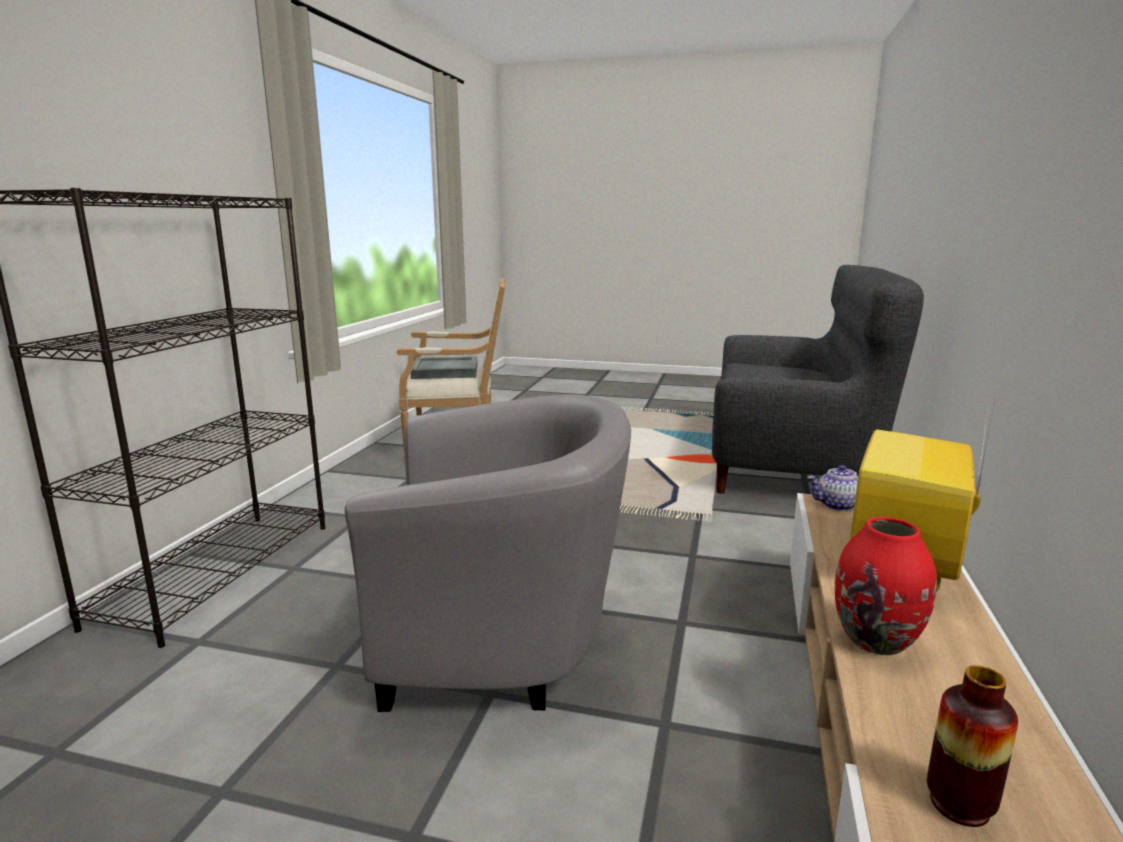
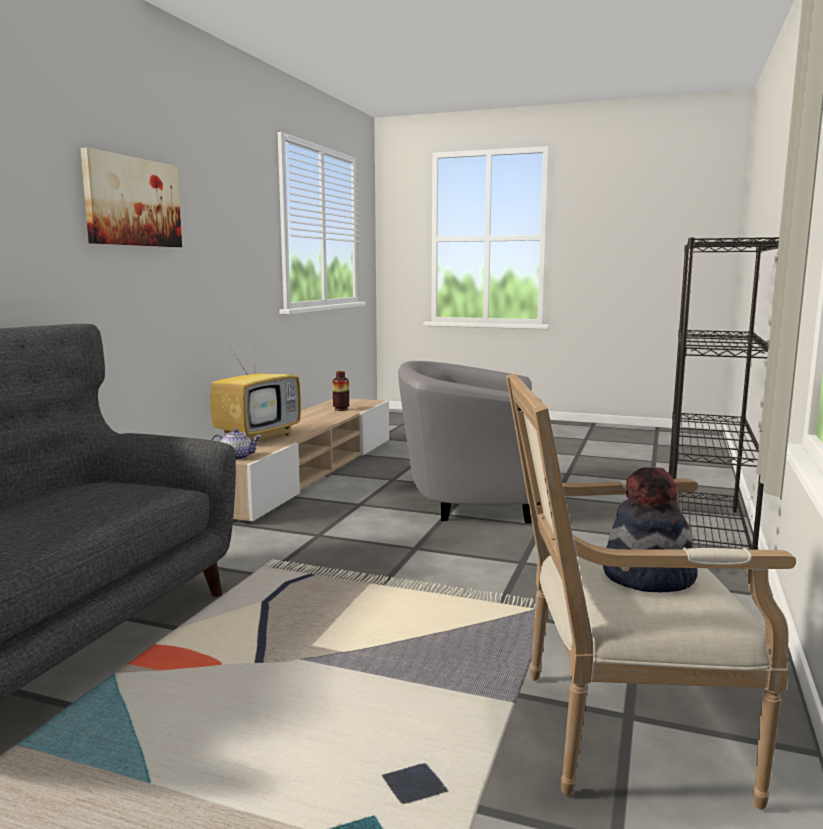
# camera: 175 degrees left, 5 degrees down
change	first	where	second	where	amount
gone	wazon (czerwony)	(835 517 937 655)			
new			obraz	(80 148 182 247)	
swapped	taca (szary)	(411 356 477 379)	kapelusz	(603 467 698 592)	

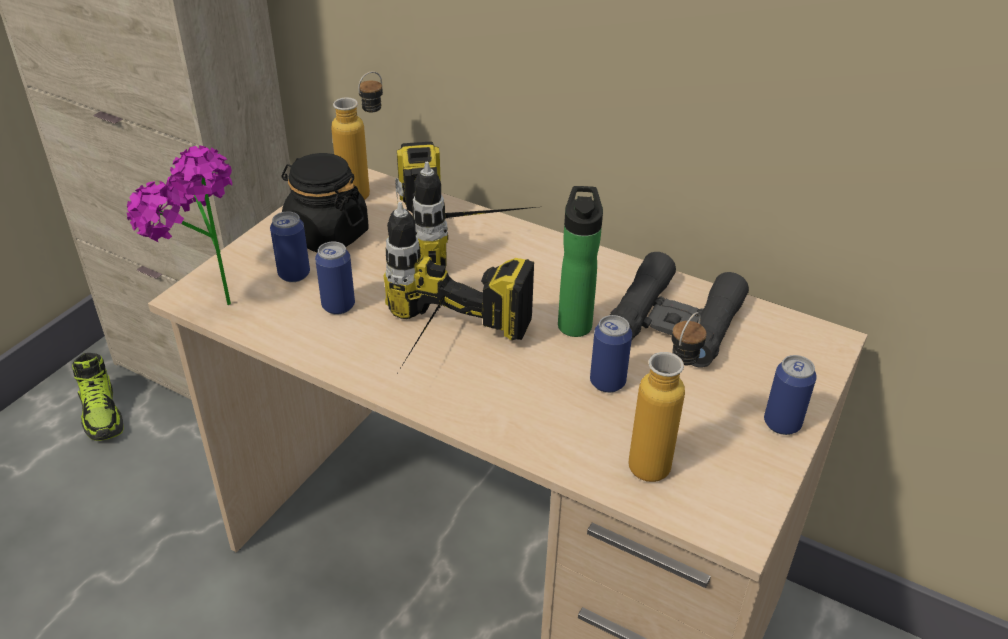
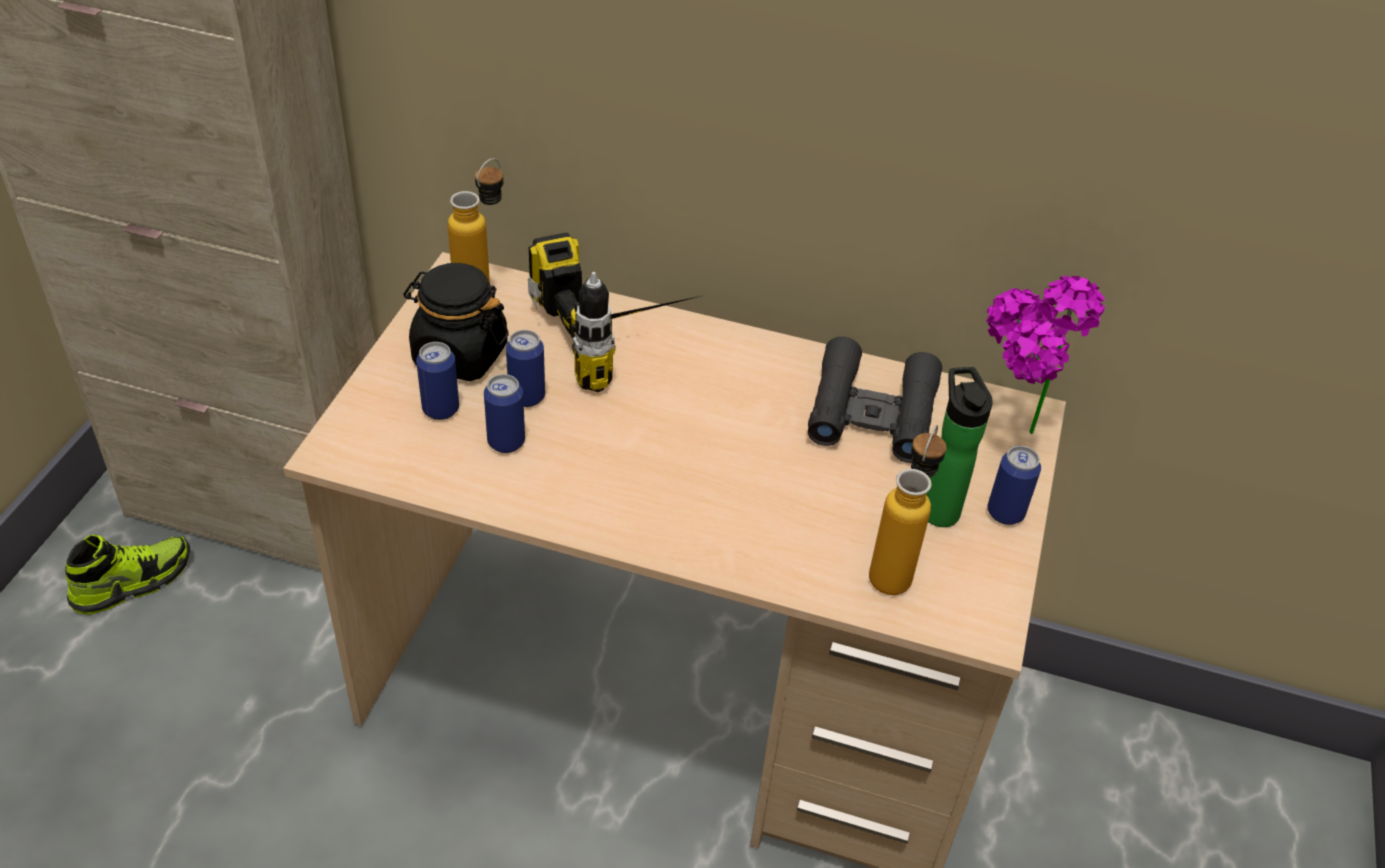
# camera: 15 degrees left, 5 degrees up
change	first	where	second	where	amount
gone	wiertarka	(383 202 534 367)			
shifted	roślina doniczkowa	(127 146 232 305)		(986 275 1105 434)	
shifted	butelka	(558 186 603 337)		(926 367 993 527)	
shifted	puszka	(590 315 632 393)		(506 330 545 407)	
rotated	but	(72 353 124 441)		(65 534 190 615)	90 degrees counterclockwise

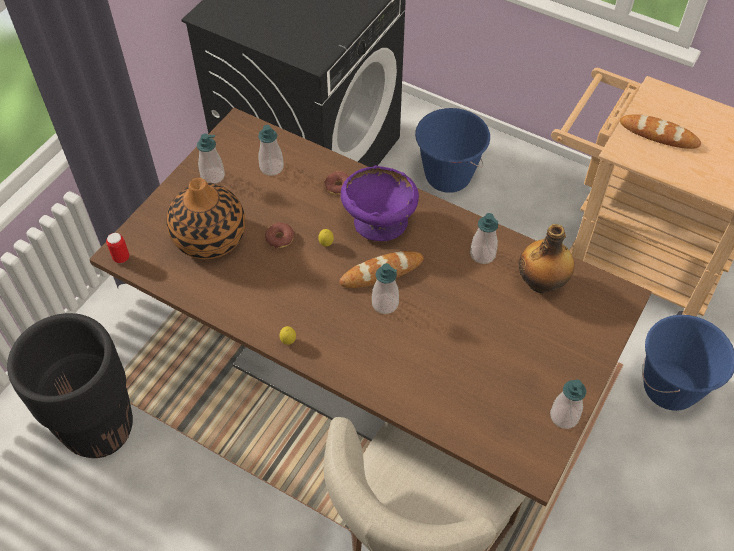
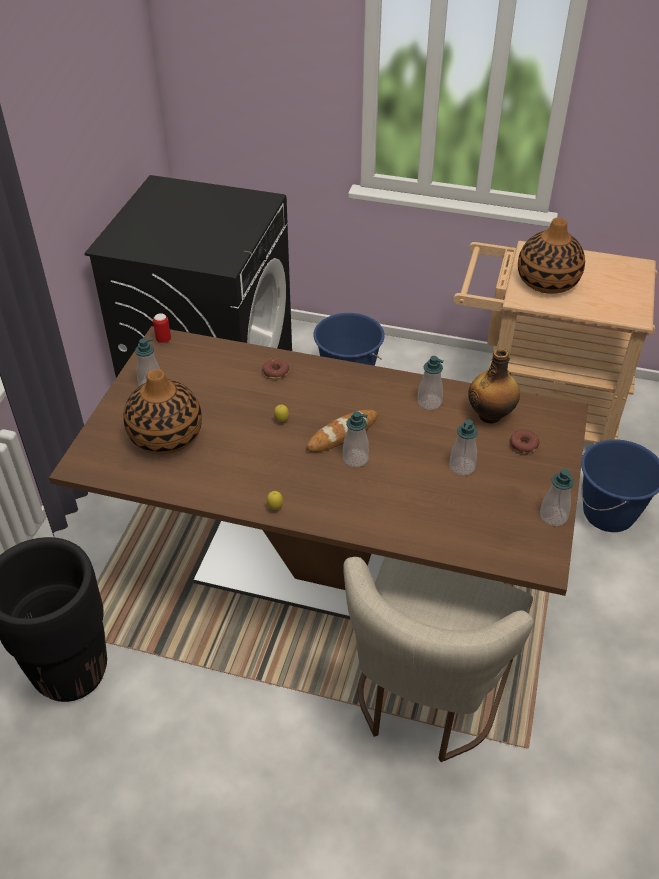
# camera: 15 degrees left, 10 degrees down
change	first	where	second	where	amount
gone	miska (fioletowy)	(341 165 419 241)			
shifted	puszka	(106 233 129 263)		(153 313 171 343)	
shifted	dozownik mydła	(258 125 284 176)		(449 419 478 475)	
shifted	donut	(265 223 294 249)		(510 429 539 455)	
swapped	chleb	(620 114 701 149)	wazon	(518 217 585 294)	

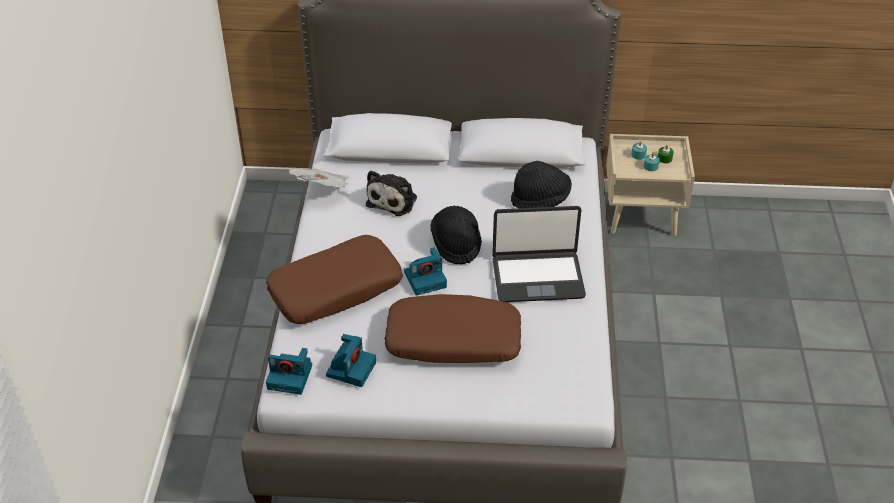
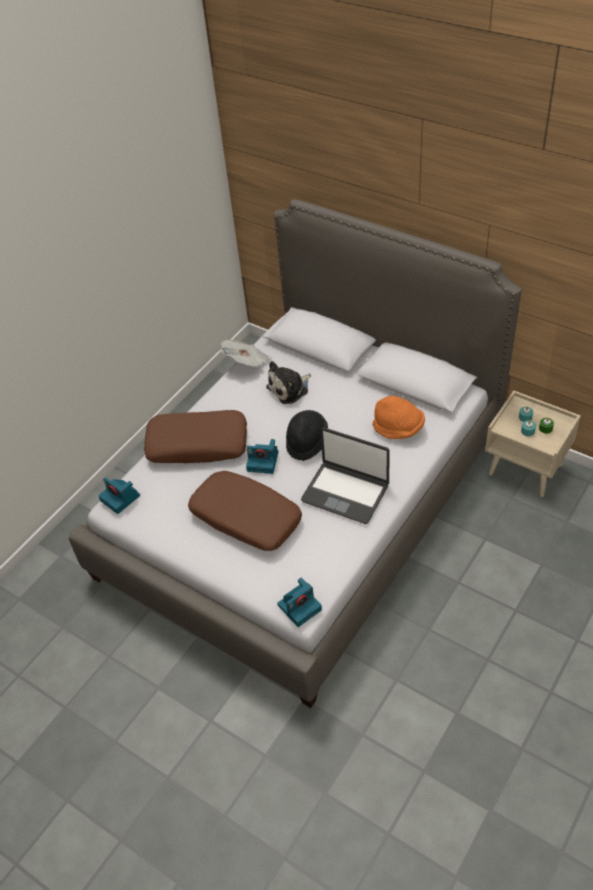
# camera: 35 degrees right, 5 degrees up
change	first	where	second	where	amount
shifted	aparat fotograficzny	(326 334 376 387)		(277 578 322 627)	
repainted	kapelusz (czarny)	(511 161 572 208)	kapelusz (pomarańczowy)	(373 396 425 439)	

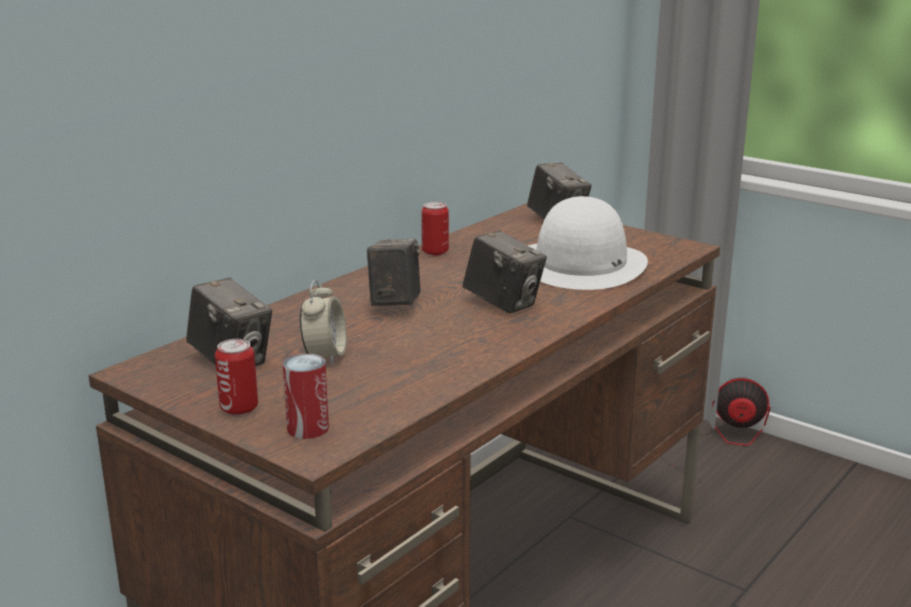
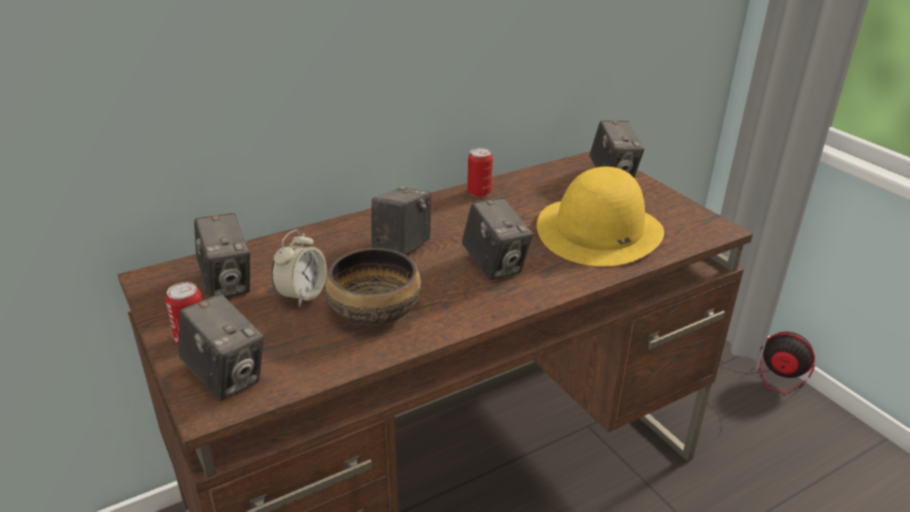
# camera: 20 degrees right, 10 degrees up
change	first	where	second	where	amount
new			miska	(325 248 421 325)	
swapped	puszka	(283 354 329 439)	aparat fotograficzny	(179 294 264 401)	
repainted	kapelusz (biały)	(528 196 648 290)	kapelusz (żółty)	(537 167 664 266)	

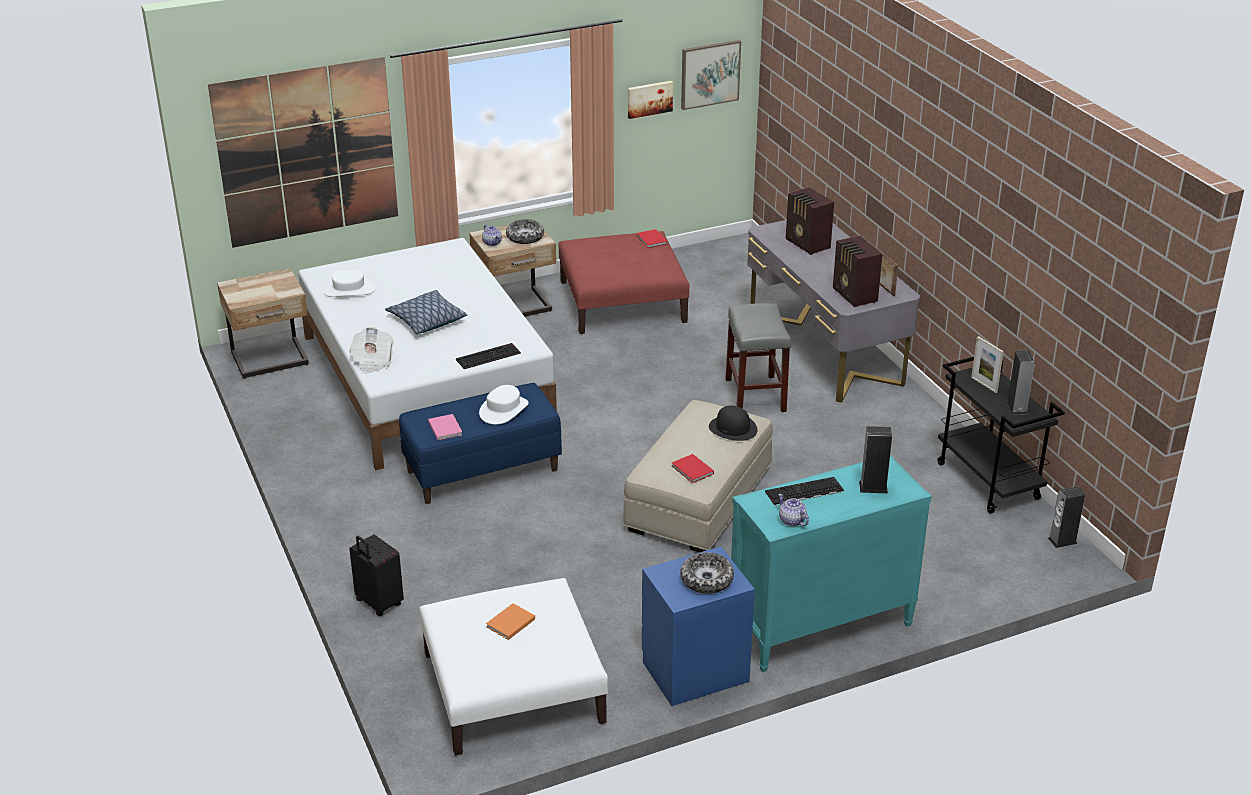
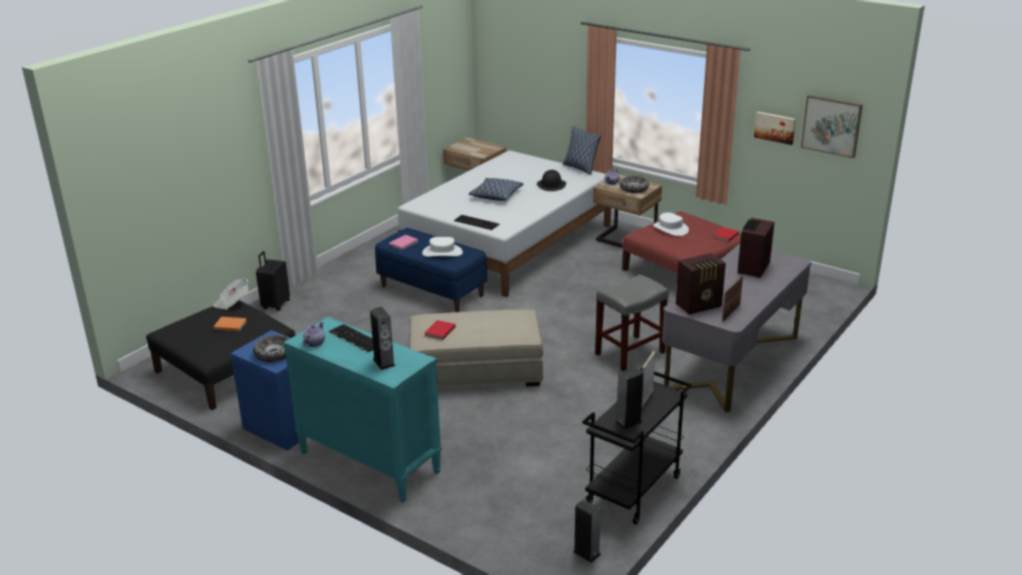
# camera: 60 degrees right, 5 degrees down
change	first	where	second	where	amount
gone	obraz	(208 57 398 248)			
new			poduszka	(563 126 601 175)	
shifted	kapelusz (biały)	(324 270 375 297)		(653 212 689 236)	
shifted	gazeta	(349 327 394 374)		(213 278 249 310)	
shifted	kapelusz (czarny)	(709 406 758 441)		(537 170 566 191)	
repainted	pufa (biały)	(420 578 608 756)	pufa (czarny)	(146 300 295 410)	
rotated	radio	(833 236 883 307)		(676 253 726 315)	150 degrees counterclockwise

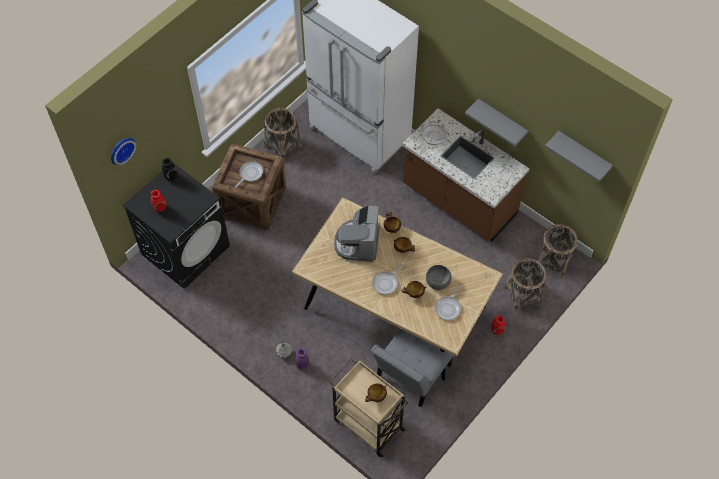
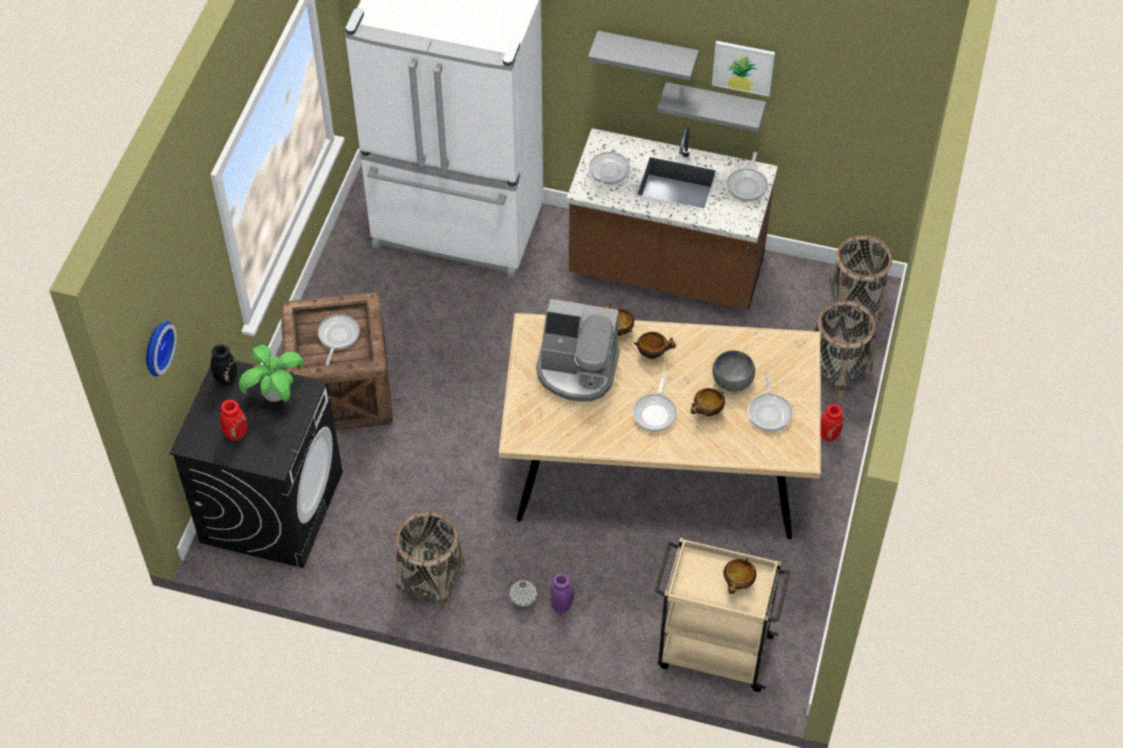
# camera: 25 degrees left, 5 degrees down
change	first	where	second	where	amount
gone	krzesło (szary)	(371 329 454 407)			
new			roślina doniczkowa	(239 344 304 402)	
new			obraz	(712 41 775 97)	
new			patelnia	(727 152 768 201)	
shifted	koszyk	(264 108 302 161)		(396 511 466 610)	
shifted	półka (szary)	(545 131 613 182)		(588 31 699 81)	
rotated	ekspres do kawy	(334 205 380 262)		(536 299 620 402)	60 degrees counterclockwise

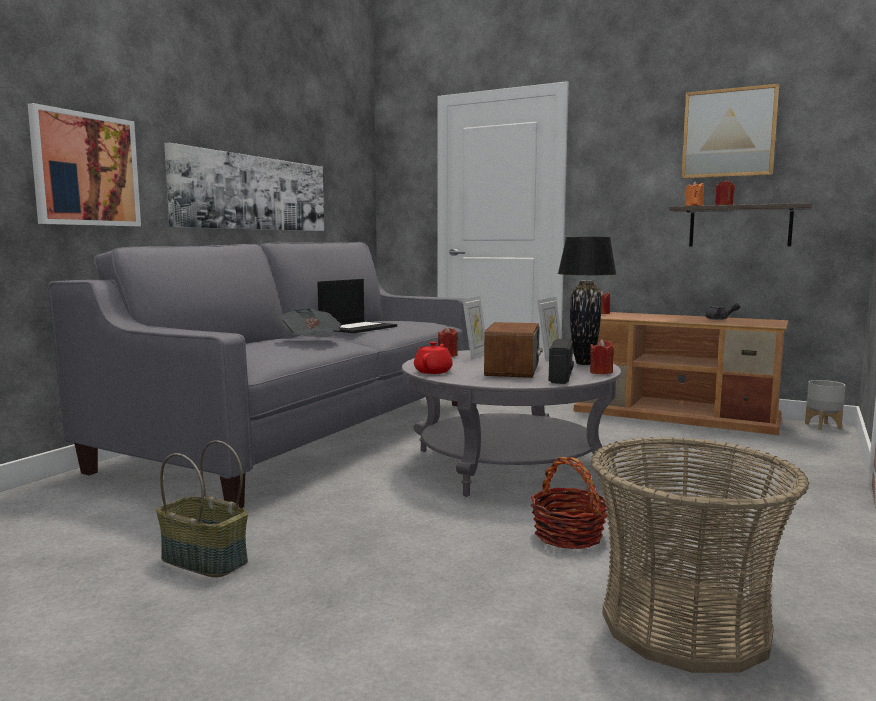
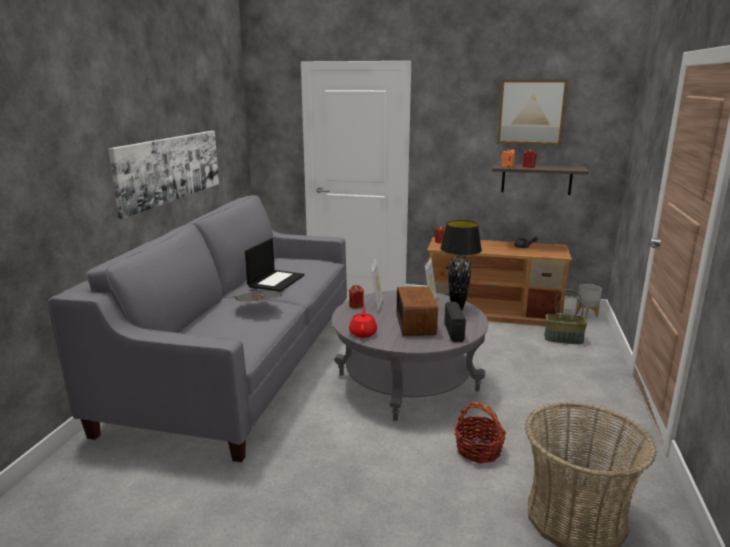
# camera: 15 degrees left, 10 degrees up
change	first	where	second	where	amount
gone	obraz	(28 103 141 226)			
gone	świeca (czerwony)	(590 339 614 374)			
shifted	koszyk	(156 440 248 577)		(544 289 587 344)	

